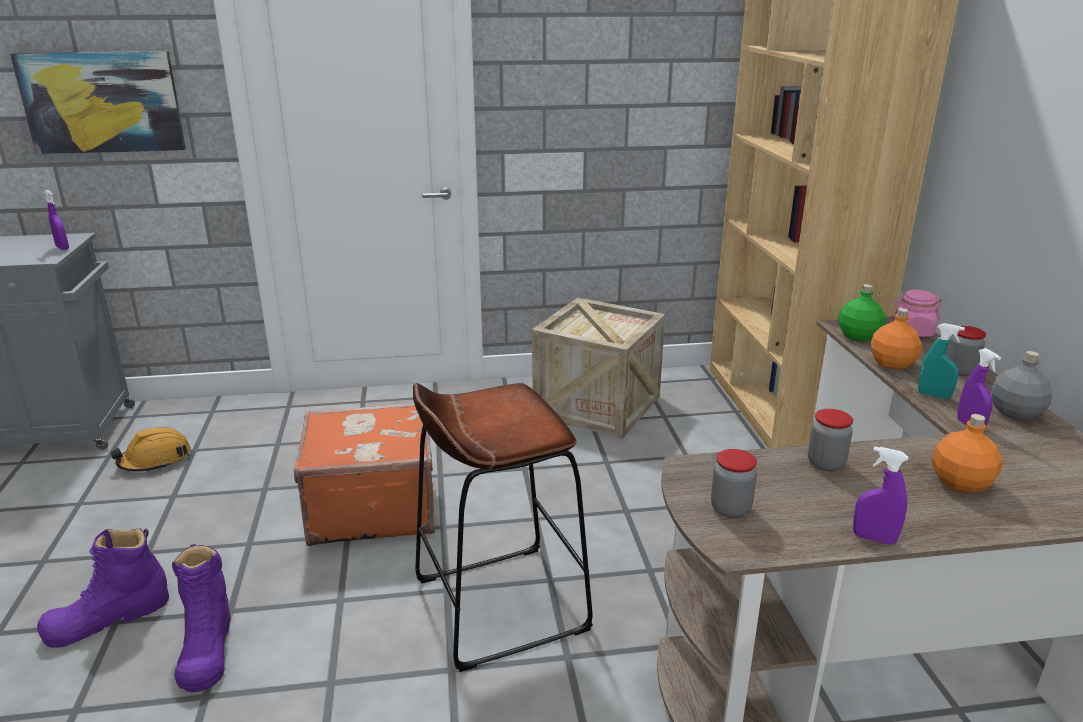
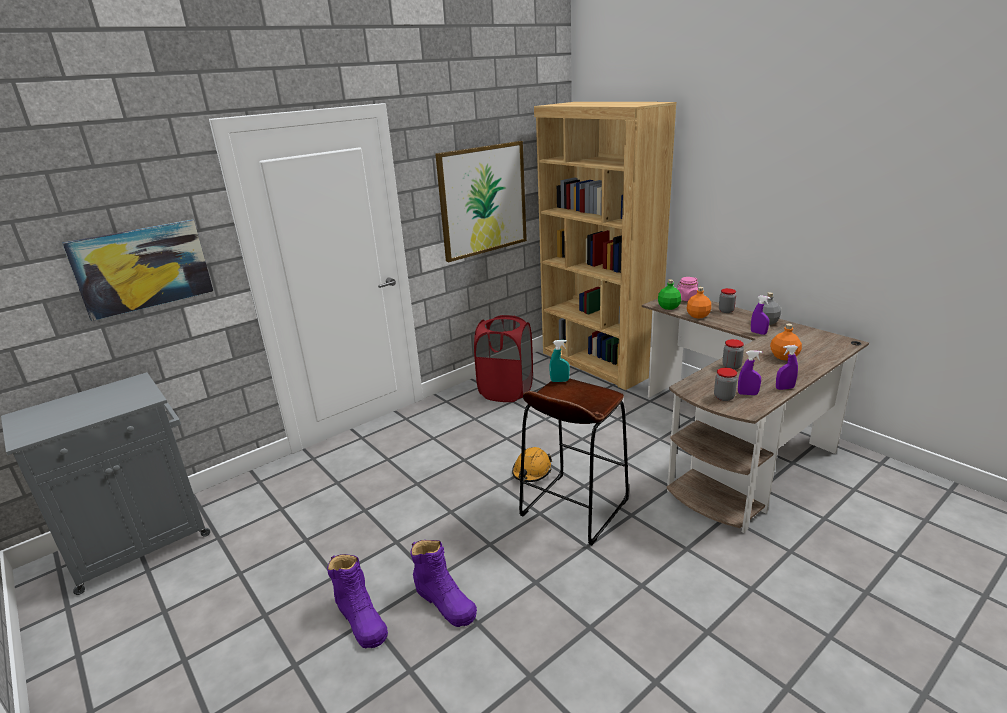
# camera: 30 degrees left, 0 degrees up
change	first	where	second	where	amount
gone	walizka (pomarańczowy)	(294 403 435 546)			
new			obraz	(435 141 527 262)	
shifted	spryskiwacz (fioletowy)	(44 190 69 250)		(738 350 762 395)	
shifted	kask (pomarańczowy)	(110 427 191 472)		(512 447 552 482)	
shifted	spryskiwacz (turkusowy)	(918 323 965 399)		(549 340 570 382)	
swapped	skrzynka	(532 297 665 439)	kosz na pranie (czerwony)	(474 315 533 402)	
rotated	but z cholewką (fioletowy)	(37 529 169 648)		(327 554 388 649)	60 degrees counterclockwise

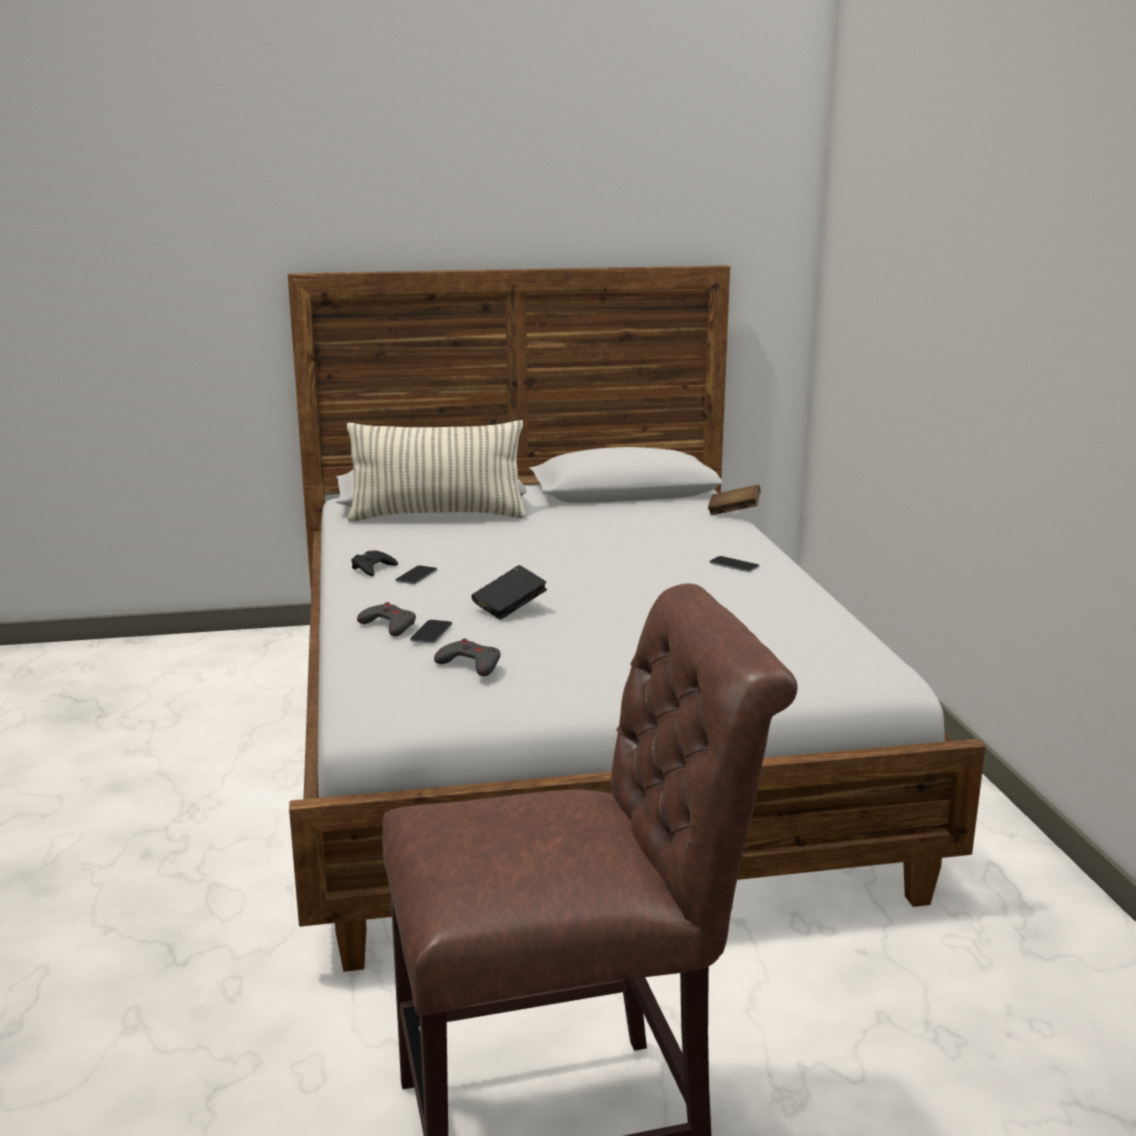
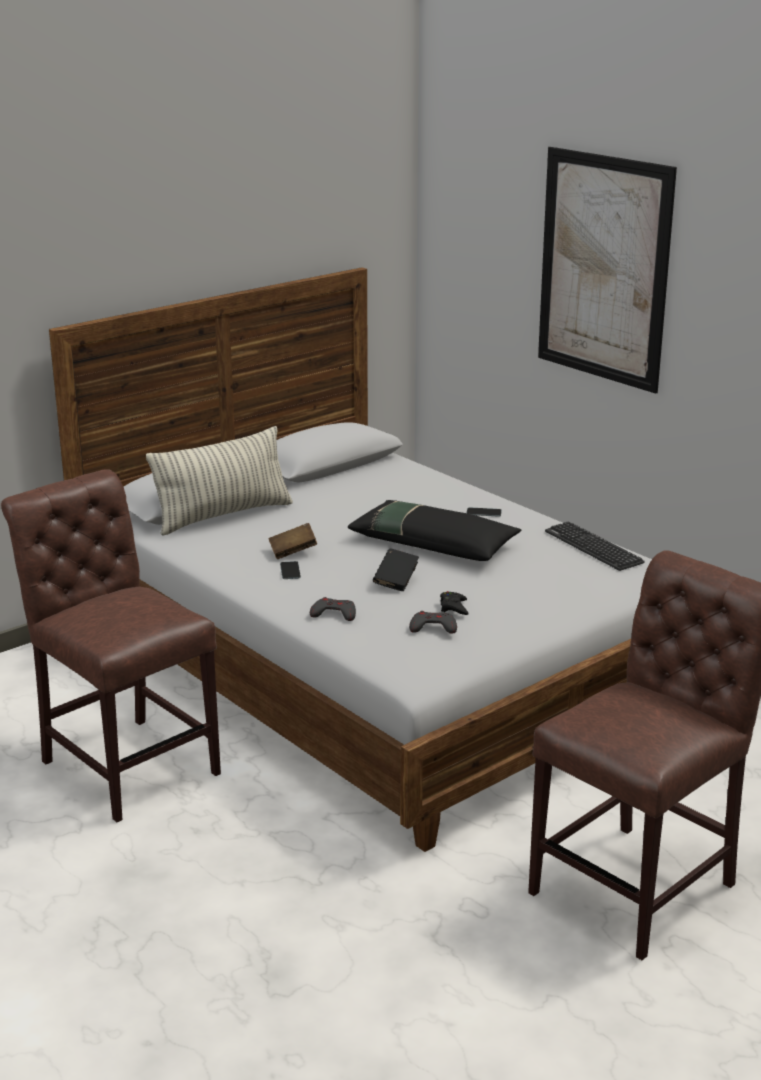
# camera: 30 degrees left, 5 degrees up
change	first	where	second	where	amount
gone	telefon	(410 620 452 644)			
new			krzesło (brązowy)	(1 469 221 822)	
new			poduszka (czarny)	(348 500 521 561)	
new			obraz	(538 147 677 394)	
new			klawiatura	(545 522 645 571)	
shifted	pad do gier (czarny)	(351 550 398 576)		(440 591 469 615)	
shifted	książka (brązowy)	(708 484 761 515)		(268 523 317 559)	

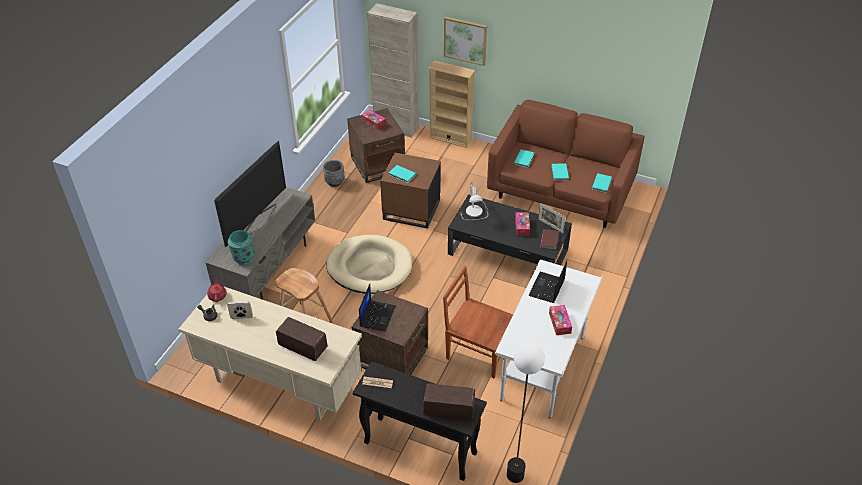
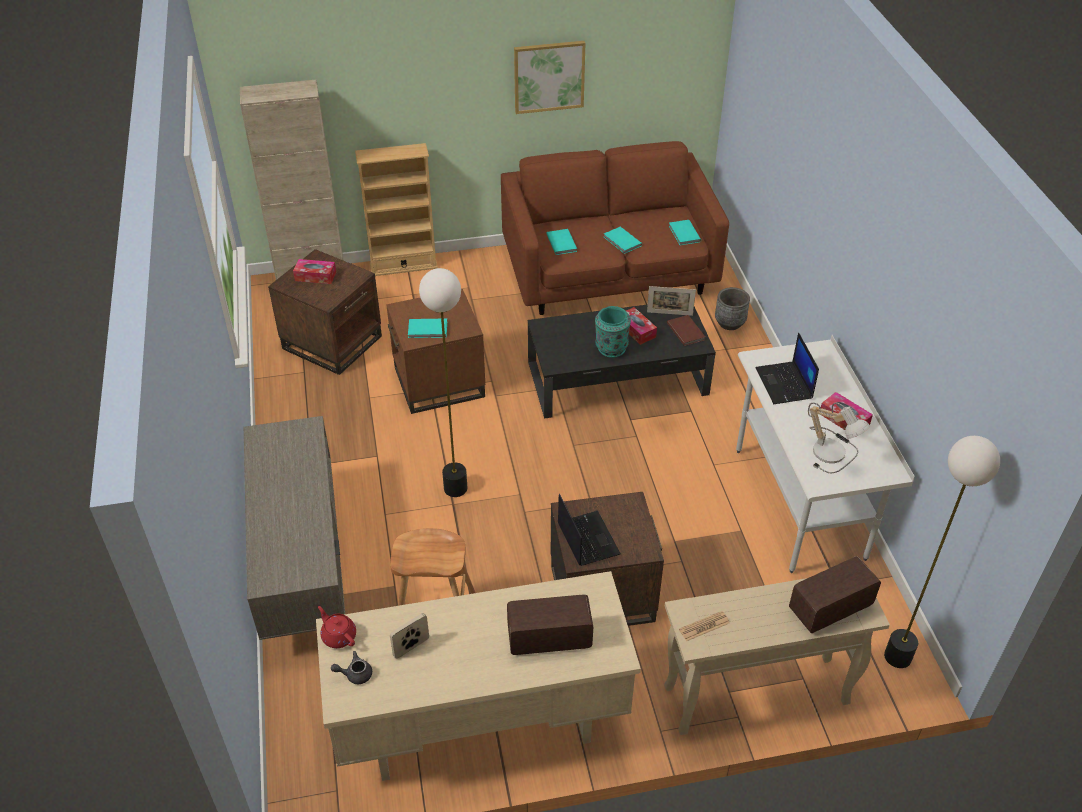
# camera: 35 degrees left, 0 degrees up
change	first	where	second	where	amount
gone	telewizor	(214 141 286 247)			
gone	krzesło (brązowy)	(443 266 513 378)			
shifted	wazon (turkusowy)	(228 230 255 265)		(595 306 631 358)	
shifted	donica (szary)	(323 160 345 187)		(715 287 750 330)	
shifted	obraz	(444 17 487 66)		(514 41 586 114)	
shifted	lampa stołowa	(460 182 488 220)		(808 403 870 474)	
swapped	legowisko (beżowy)	(326 235 412 294)	lampa stojąca	(419 268 467 497)	
repainted	stolik konsolowy (czarny)	(353 361 487 481)	stolik konsolowy (beżowy)	(664 578 890 735)	

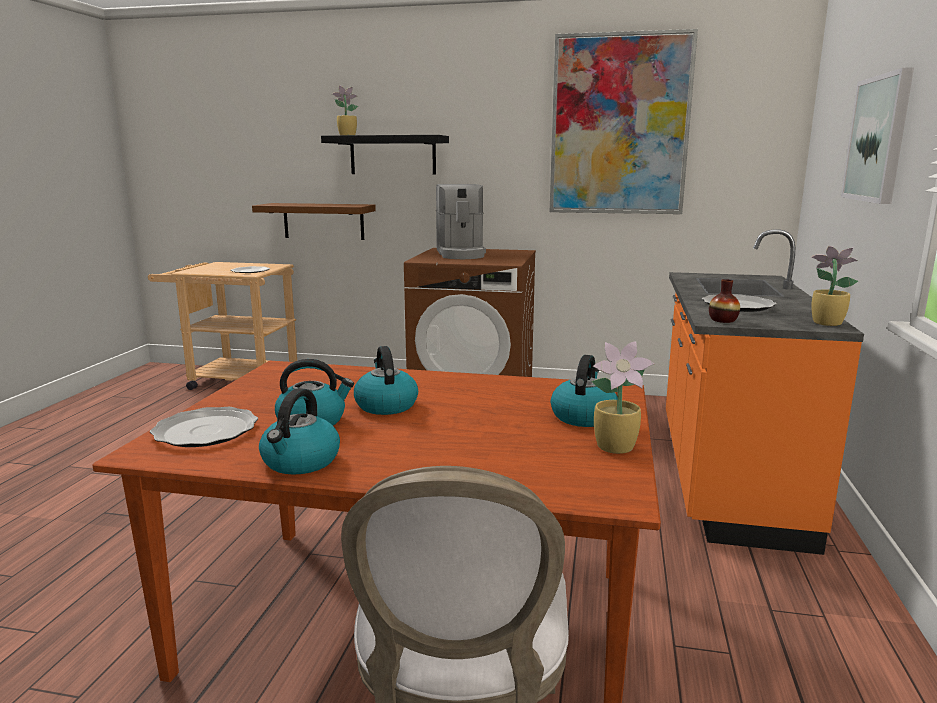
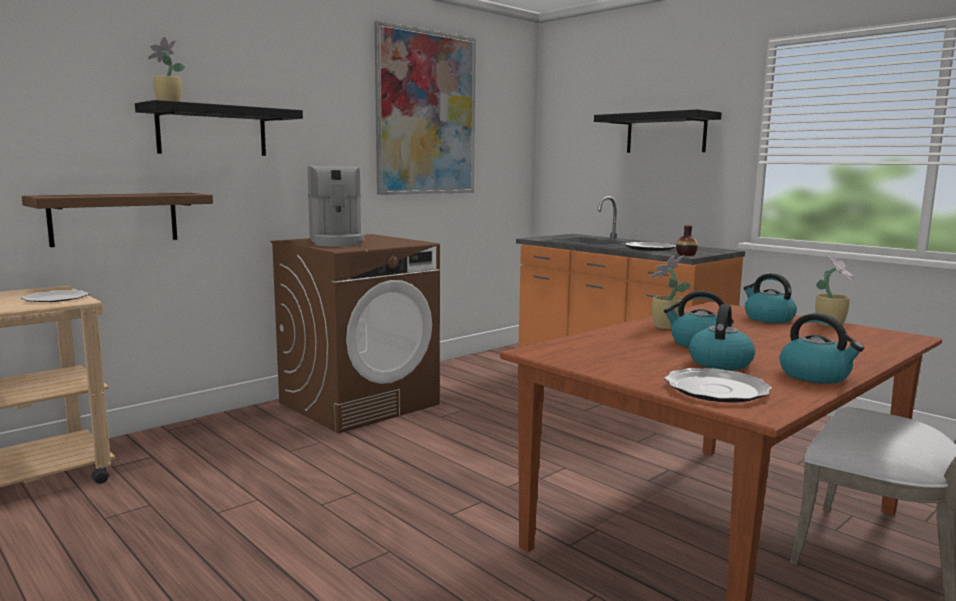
# camera: 55 degrees left, 5 degrees down
change	first	where	second	where	amount
shifted	roślina doniczkowa	(811 246 858 326)		(649 255 691 329)	
swapped	obraz	(841 67 914 204)	półka (czarny)	(594 109 722 153)	
rotated	ekspres do kawy	(436 184 486 259)		(308 166 365 247)	45 degrees clockwise

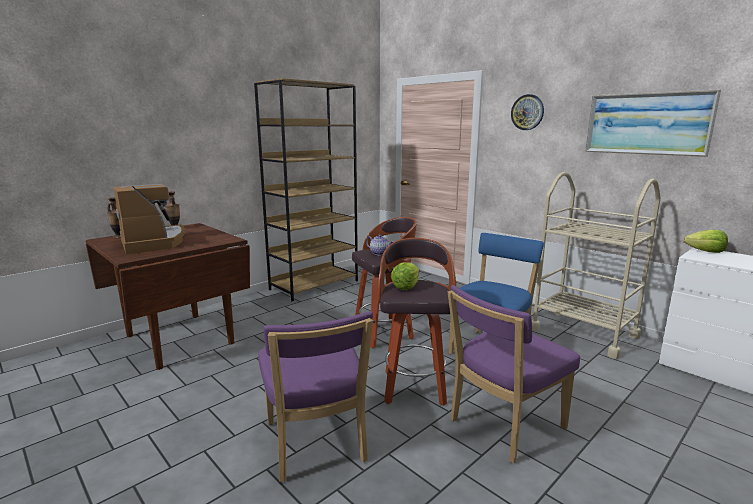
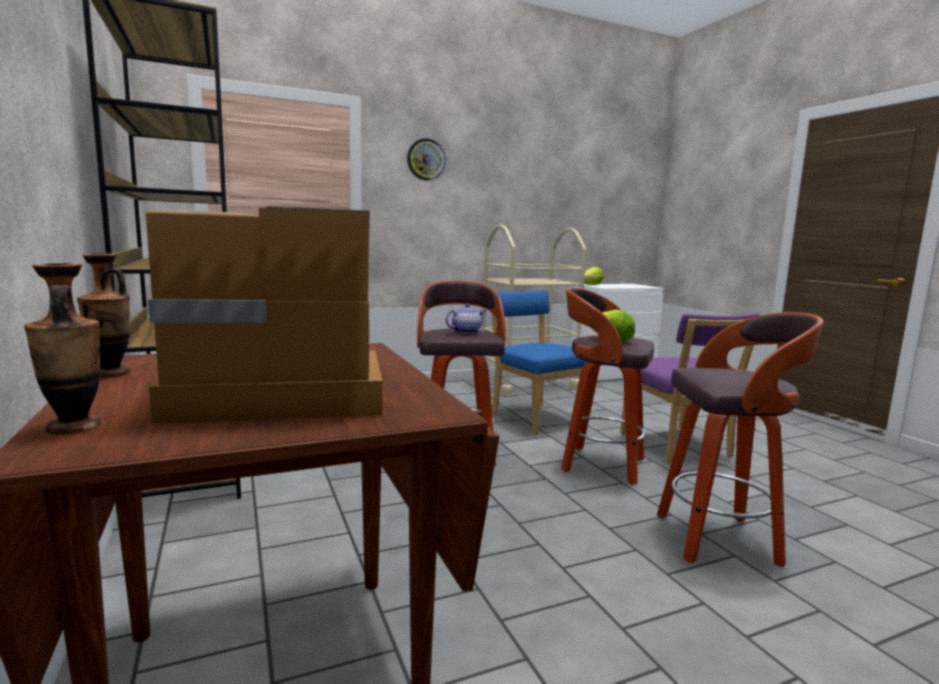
# camera: 70 degrees left, 5 degrees down
change	first	where	second	where	amount
gone	obraz	(585 90 721 157)			
swapped	krzesło (fioletowy)	(258 311 373 482)	stołek	(657 312 823 567)	

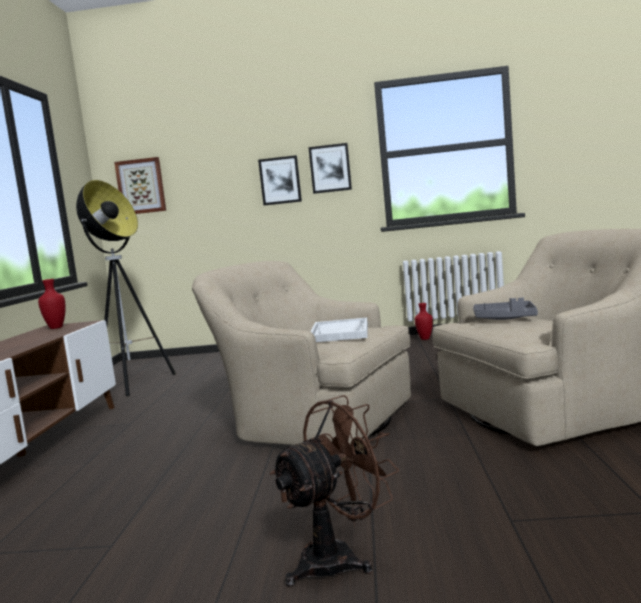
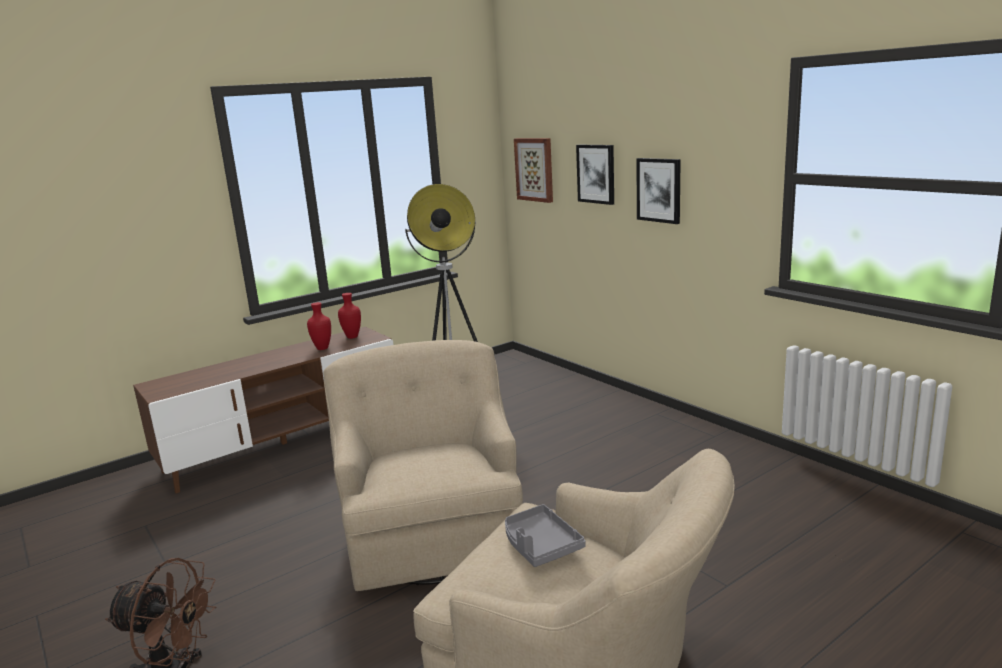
# camera: 50 degrees right, 10 degrees up
change	first	where	second	where	amount
gone	taca (biały)	(310 318 368 342)			
shifted	obraz	(308 143 352 194)		(576 145 614 205)	
shifted	wazon (czerwony)	(415 303 433 340)		(307 302 331 350)	

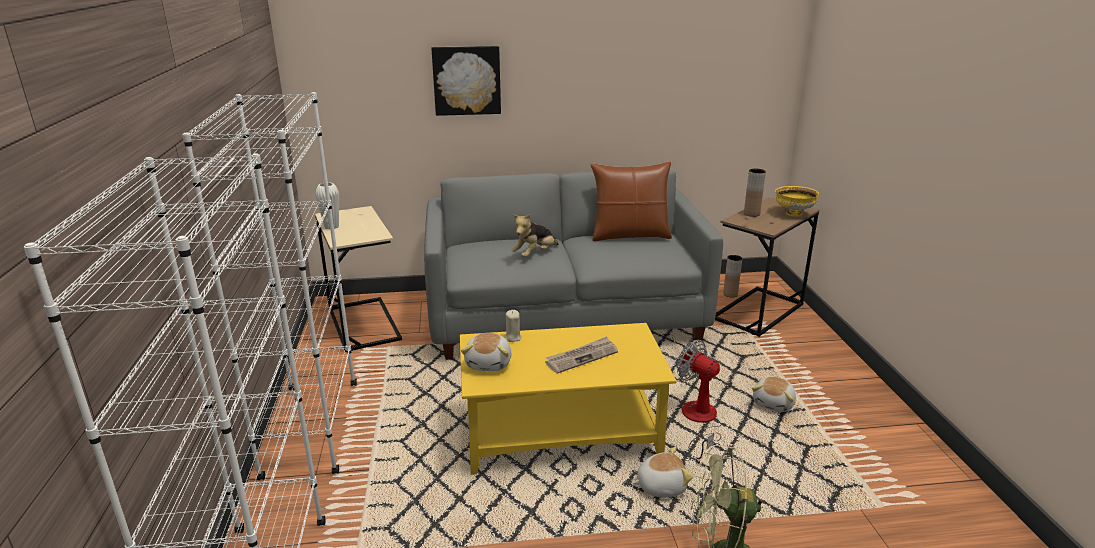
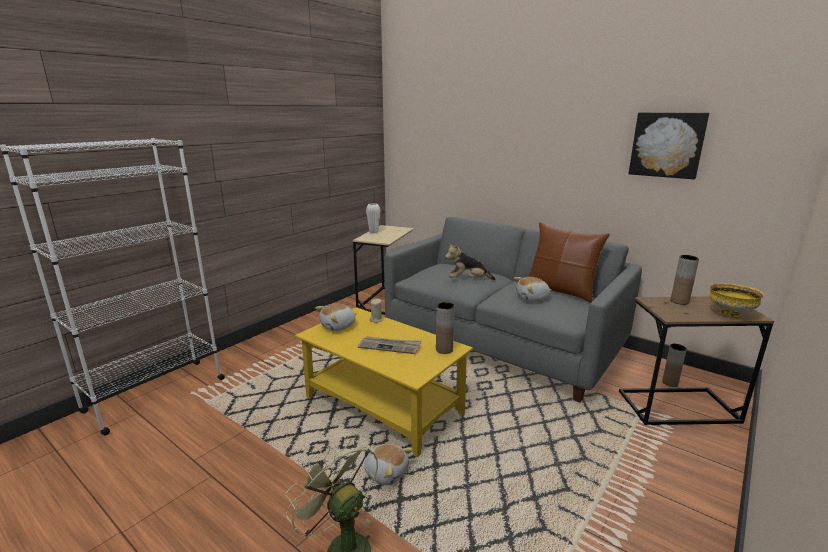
# camera: 45 degrees right, 5 degrees down
change	first	where	second	where	amount
gone	regał (biały)	(182 92 357 480)			
gone	wentylator	(677 340 722 459)			
new			wazon (brązowy)	(436 302 455 354)	
shifted	obraz	(431 46 501 116)		(629 112 709 179)	
shifted	pluszak	(752 377 796 412)		(514 277 551 302)	

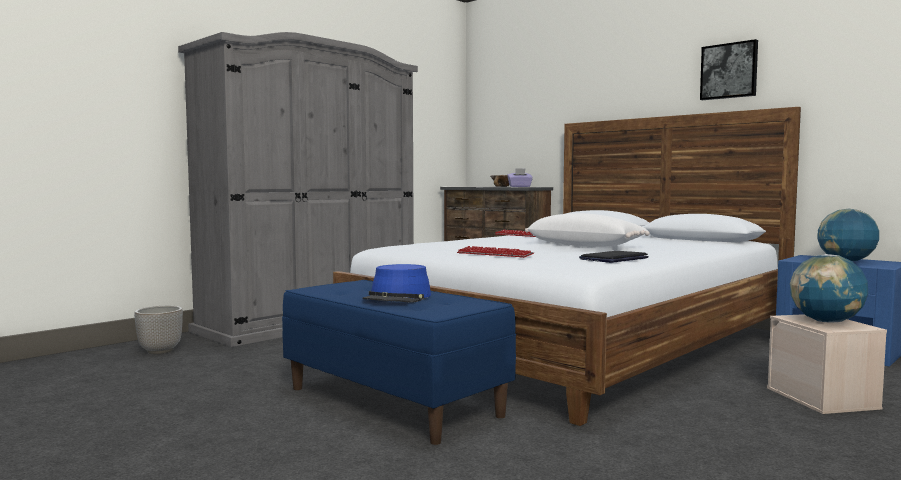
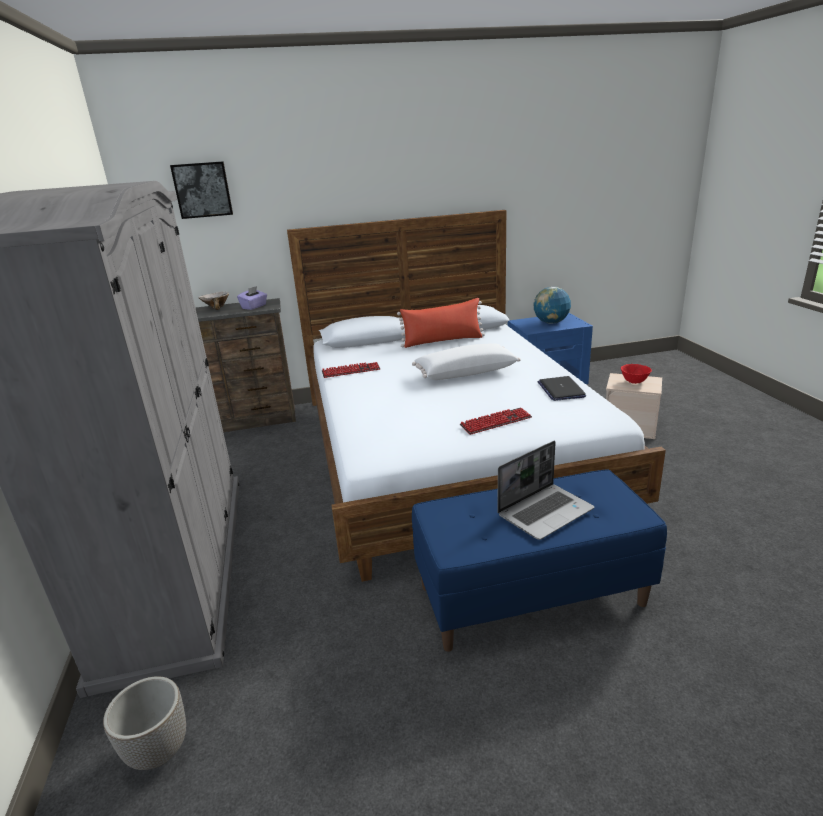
# camera: 55 degrees left, 20 degrees up
change	first	where	second	where	amount
new			poduszka (czerwony)	(397 298 485 348)	
shifted	obraz	(700 39 758 100)		(170 161 233 219)	
swapped	kapelusz (niebieski)	(362 264 431 303)	laptop	(497 441 595 540)	
swapped	globus	(790 254 868 322)	miska (czerwony)	(621 364 652 384)	

